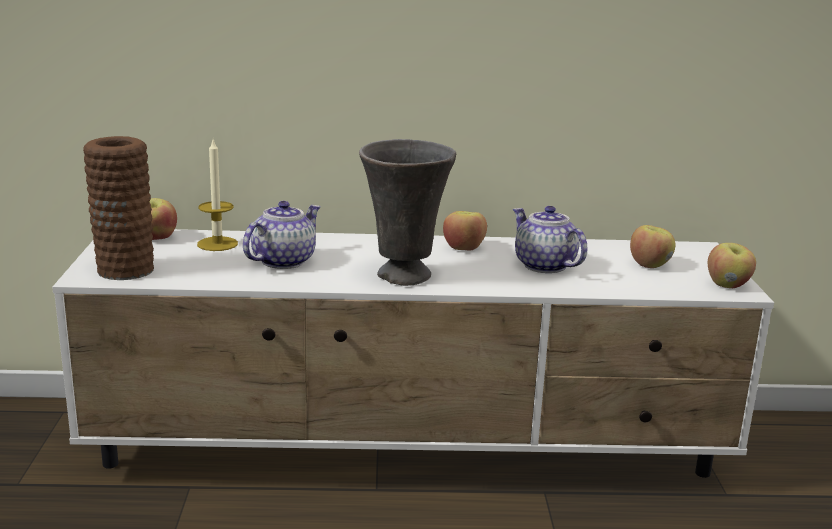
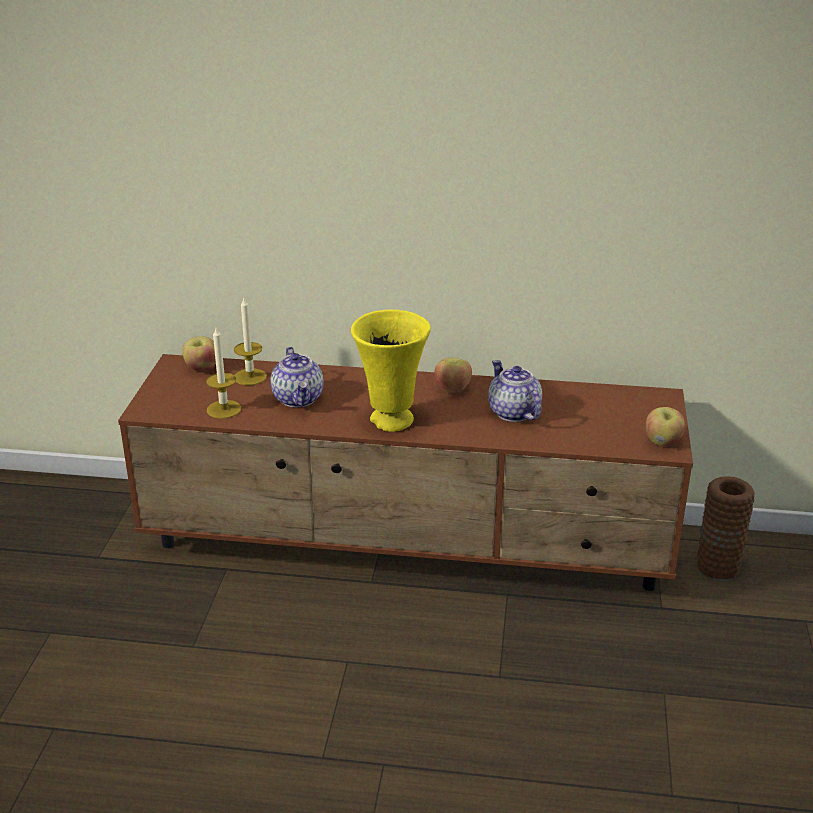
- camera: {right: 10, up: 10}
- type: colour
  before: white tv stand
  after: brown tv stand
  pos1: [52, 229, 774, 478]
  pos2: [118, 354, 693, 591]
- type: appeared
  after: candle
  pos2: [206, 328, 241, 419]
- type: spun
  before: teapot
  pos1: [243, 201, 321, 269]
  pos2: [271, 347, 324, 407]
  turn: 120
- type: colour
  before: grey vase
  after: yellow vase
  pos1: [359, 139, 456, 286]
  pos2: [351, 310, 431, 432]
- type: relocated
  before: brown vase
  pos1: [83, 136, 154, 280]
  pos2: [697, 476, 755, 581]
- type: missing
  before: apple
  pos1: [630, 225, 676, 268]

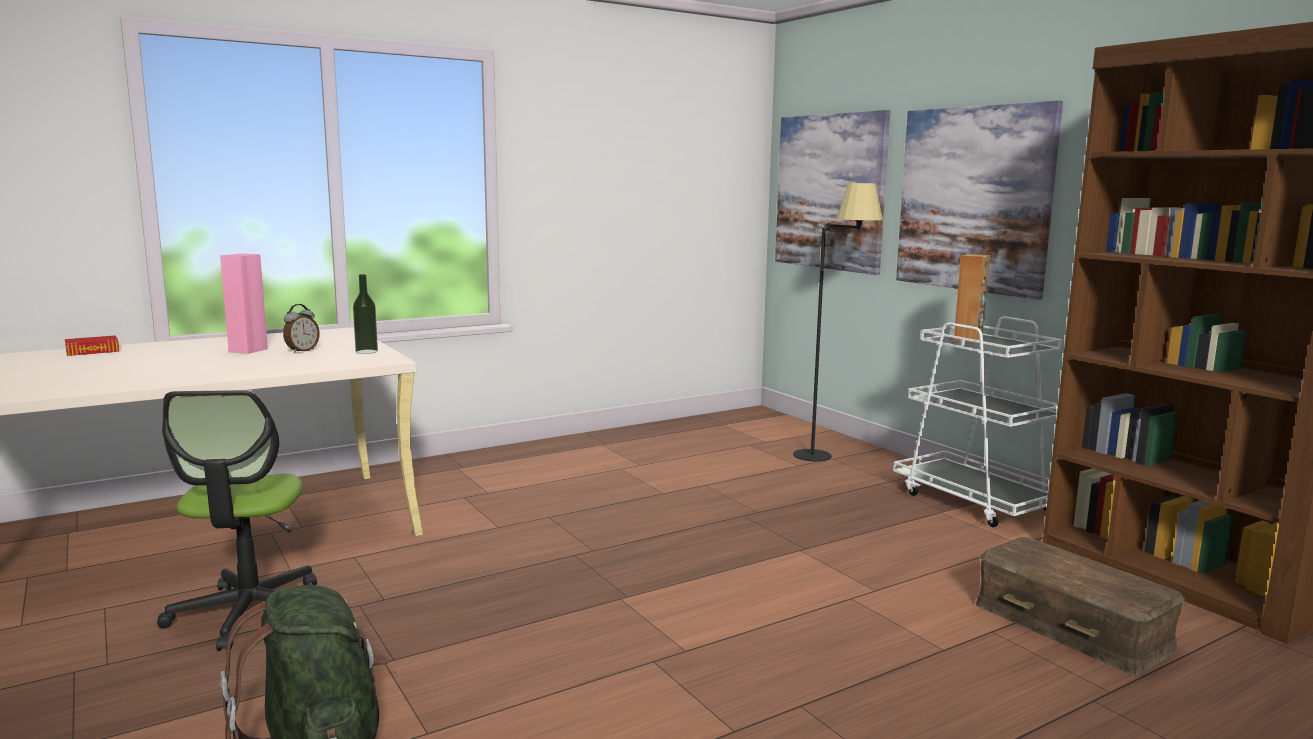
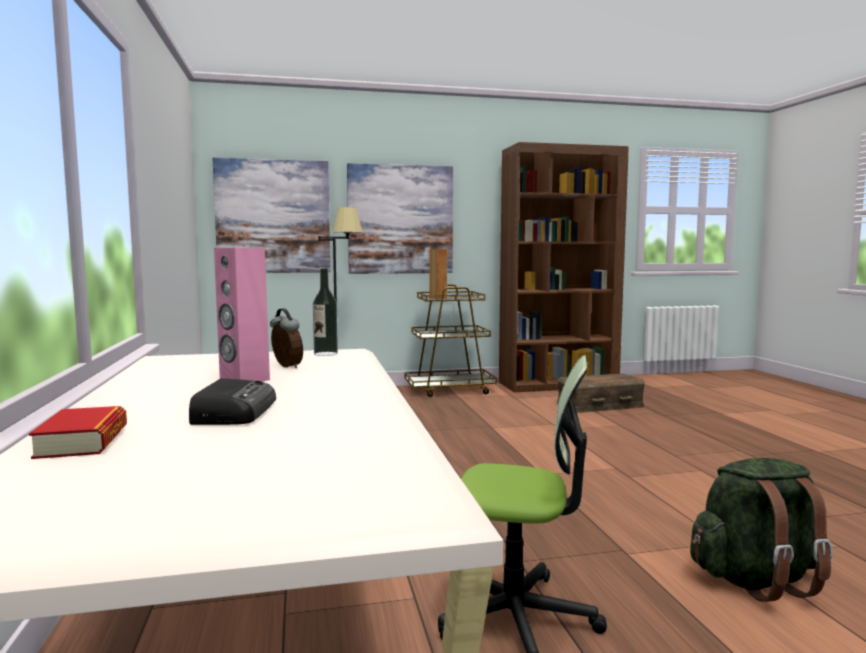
- camera: {right: -70, up: -5}
- type: appeared
  after: radio
  pos2: [189, 378, 276, 425]
- type: colour
  before: white cart
  after: brown cart
  pos1: [893, 316, 1062, 527]
  pos2: [405, 284, 497, 397]

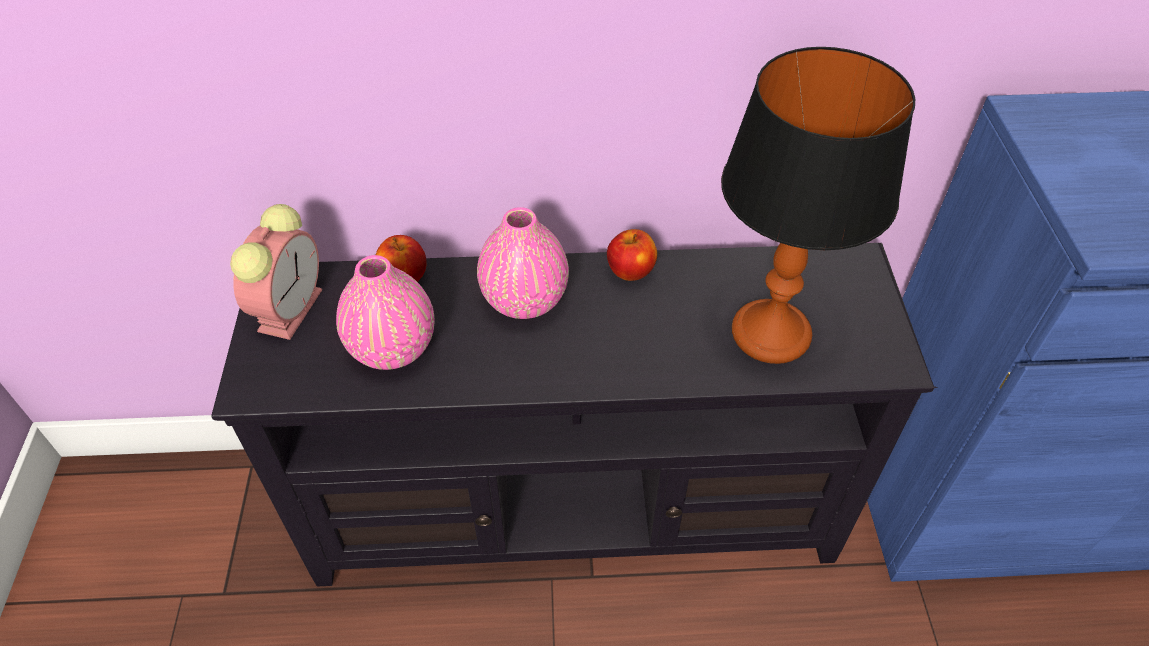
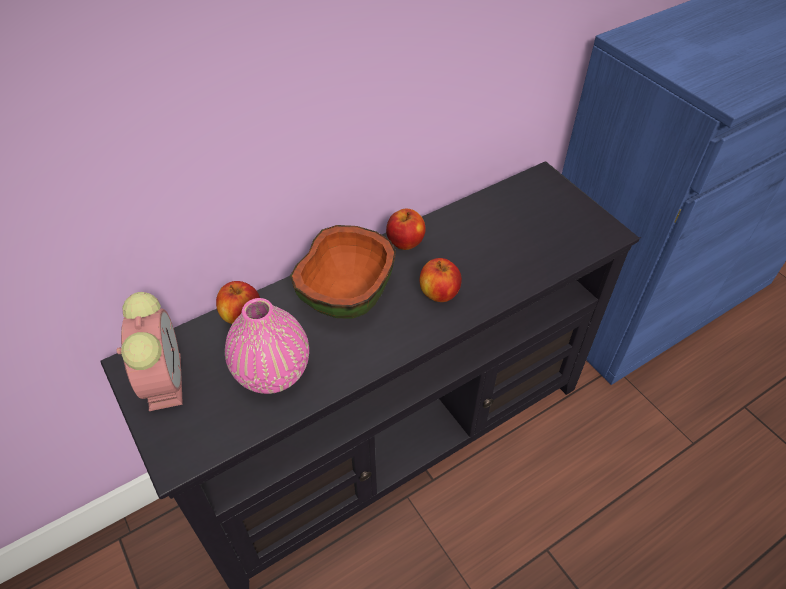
- camera: {right: -30, up: 0}
- type: exchanged
  before: pink vase
  after: bowl
  pos1: [477, 207, 569, 319]
  pos2: [290, 225, 396, 319]
- type: appeared
  after: apple
  pos2: [419, 258, 462, 302]
- type: missing
  before: table lamp
  pos1: [721, 47, 915, 364]

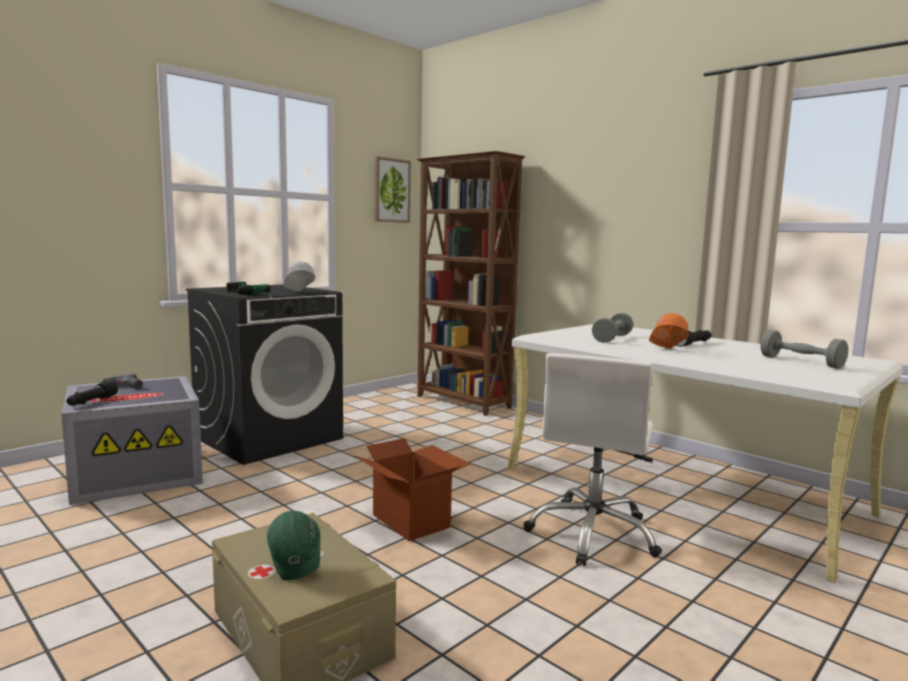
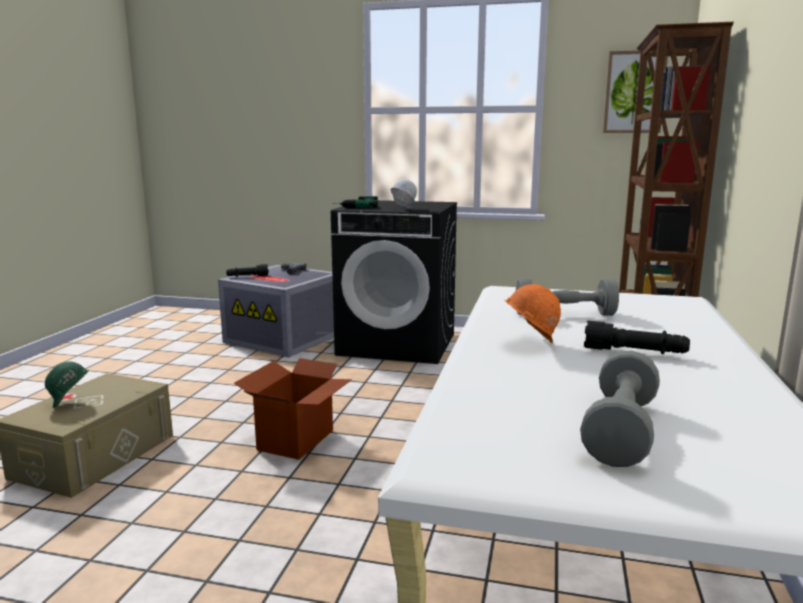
- camera: {right: 60, up: 5}
- type: missing
  before: white office chair
  pos1: [523, 353, 662, 566]

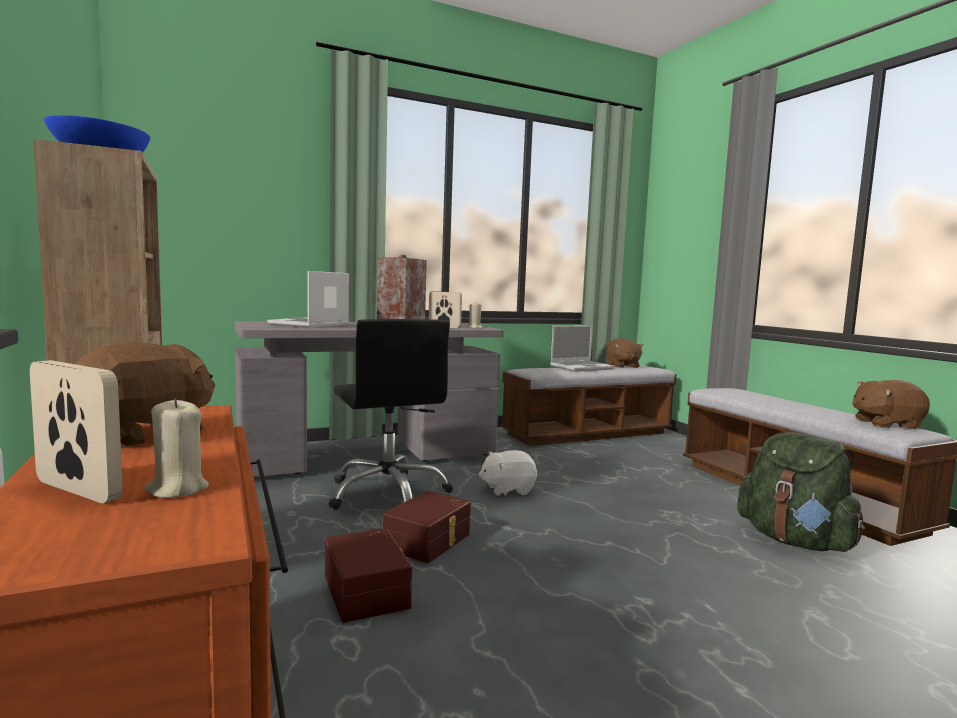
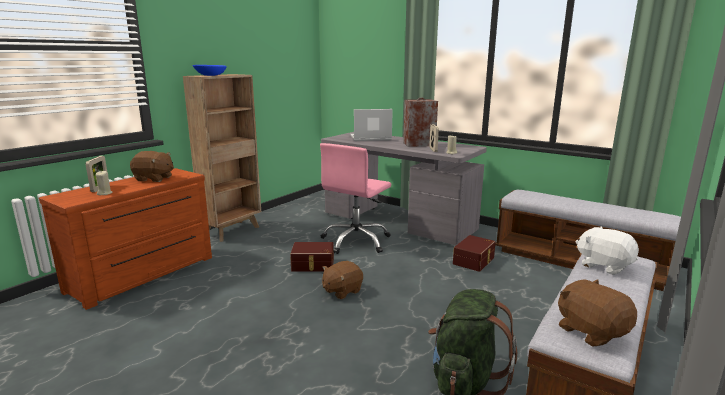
- camera: {right: 60, up: 10}
- type: colour
  before: black office chair
  after: pink office chair
  pos1: [329, 319, 453, 510]
  pos2: [320, 143, 391, 254]
- type: relocated
  before: brown plush toy
  pos1: [606, 338, 644, 368]
  pos2: [322, 261, 363, 299]
- type: relocated
  before: brown storage box
  pos1: [325, 528, 412, 623]
  pos2: [453, 235, 496, 272]
- type: relocated
  before: white plush toy
  pos1: [478, 450, 537, 496]
  pos2: [575, 226, 639, 275]
- type: missing
  before: laptop
  pos1: [550, 325, 615, 372]

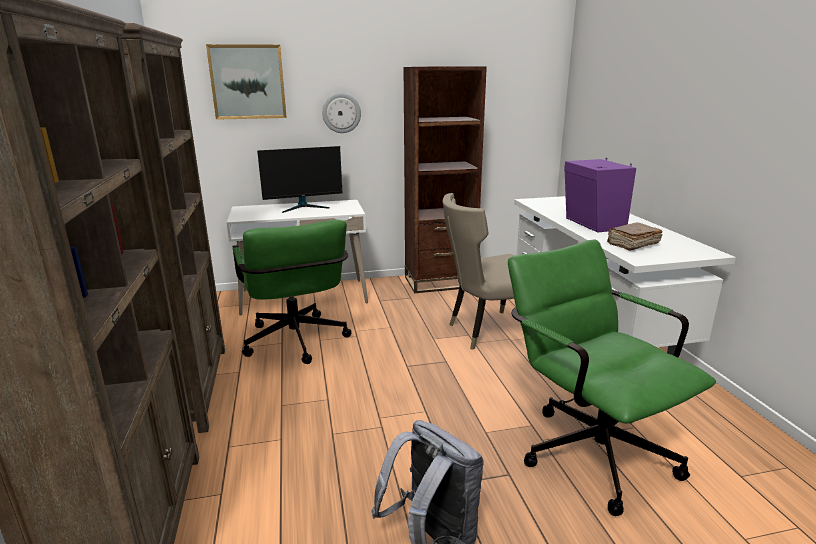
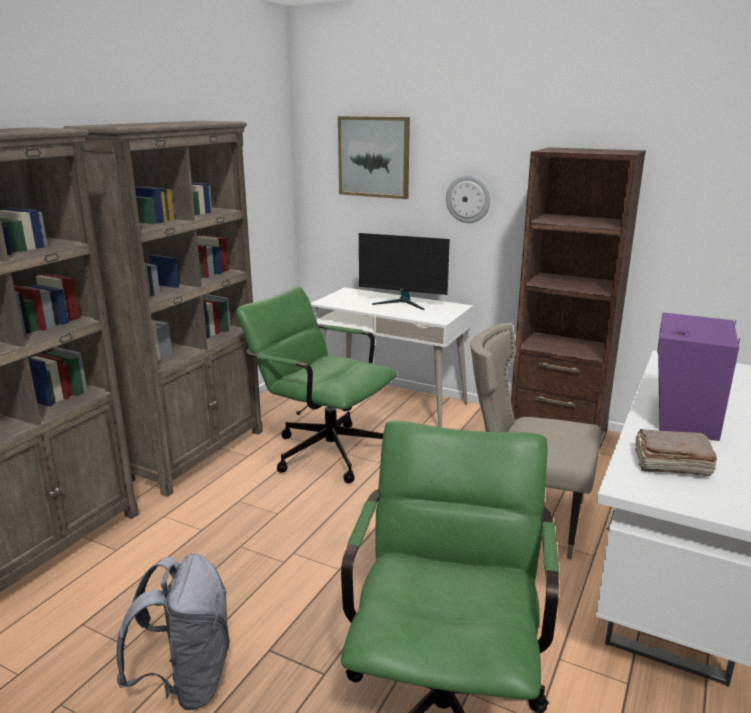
- camera: {right: 40, up: 0}
- type: spun
  before: green office chair
  pos1: [233, 220, 352, 364]
  pos2: [236, 286, 398, 483]
  turn: 105

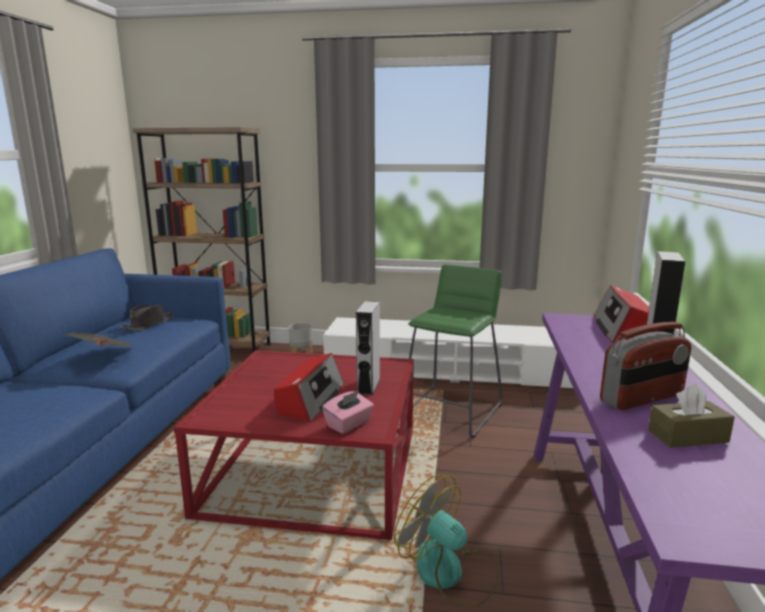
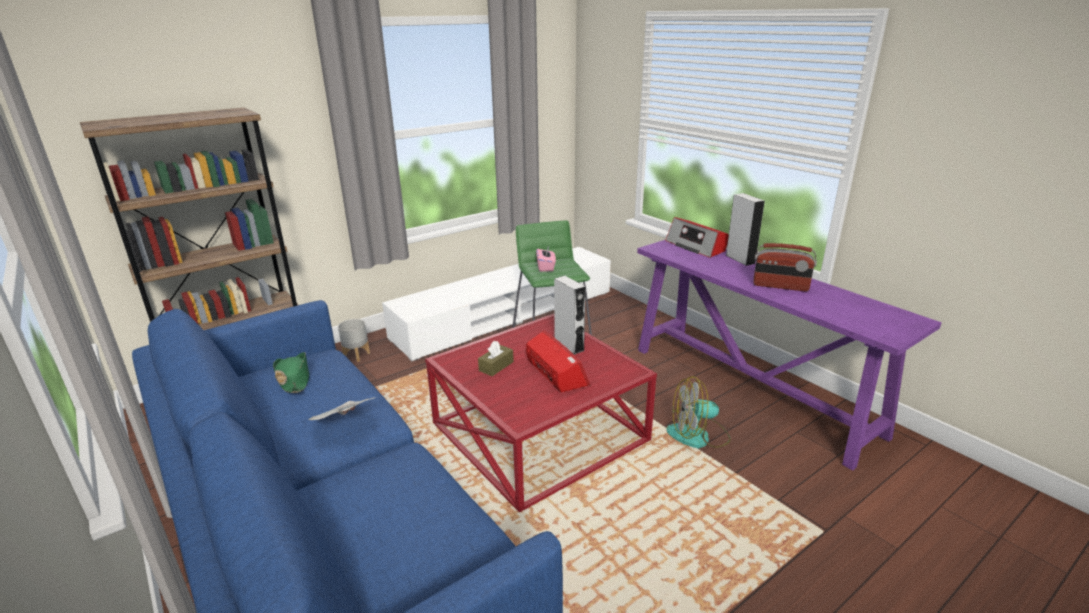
- camera: {right: -45, up: 10}
- type: colour
  before: black hat
  after: green hat
  pos1: [120, 305, 173, 331]
  pos2: [273, 352, 309, 393]
- type: relocated
  before: brown tissue box
  pos1: [648, 384, 735, 448]
  pos2: [478, 341, 514, 376]
- type: relocated
  before: pink tissue box
  pos1: [322, 390, 374, 434]
  pos2: [536, 245, 556, 272]
- type: spun
  before: radio
  pos1: [600, 322, 691, 410]
  pos2: [753, 243, 817, 291]
  turn: 90

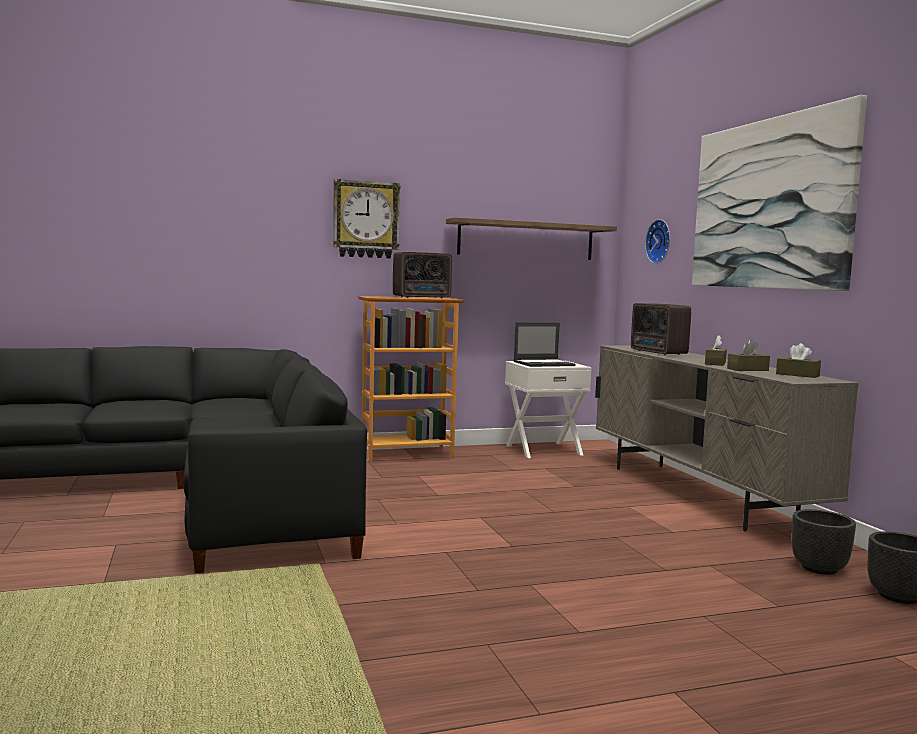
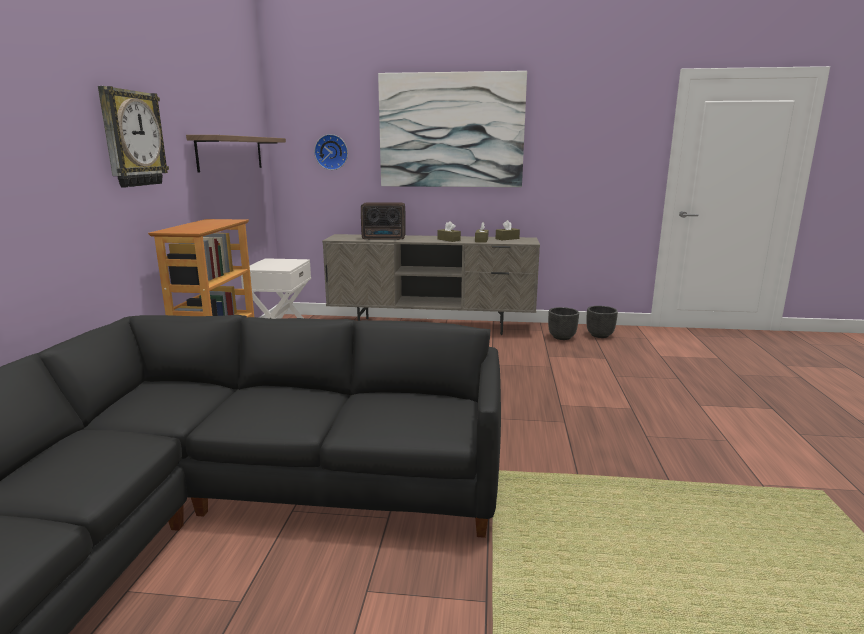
- camera: {right: -65, up: 10}
- type: missing
  before: radio
  pos1: [393, 252, 452, 298]
- type: missing
  before: laptop
  pos1: [513, 322, 576, 367]

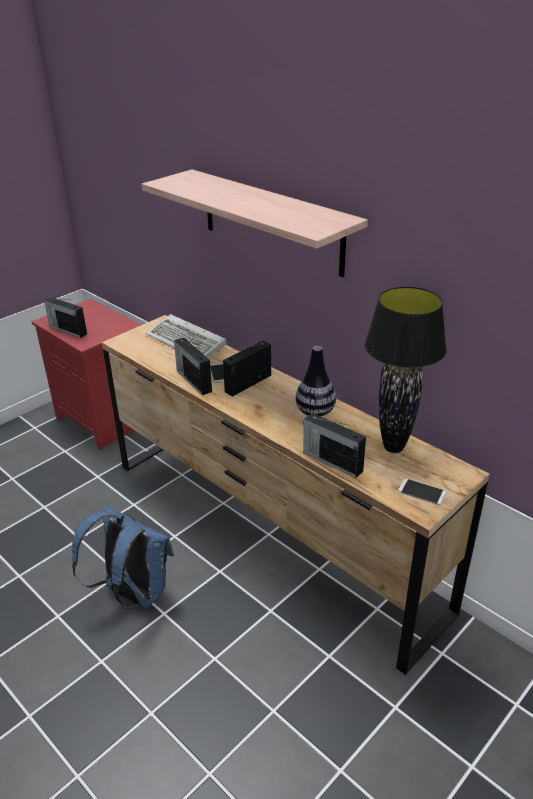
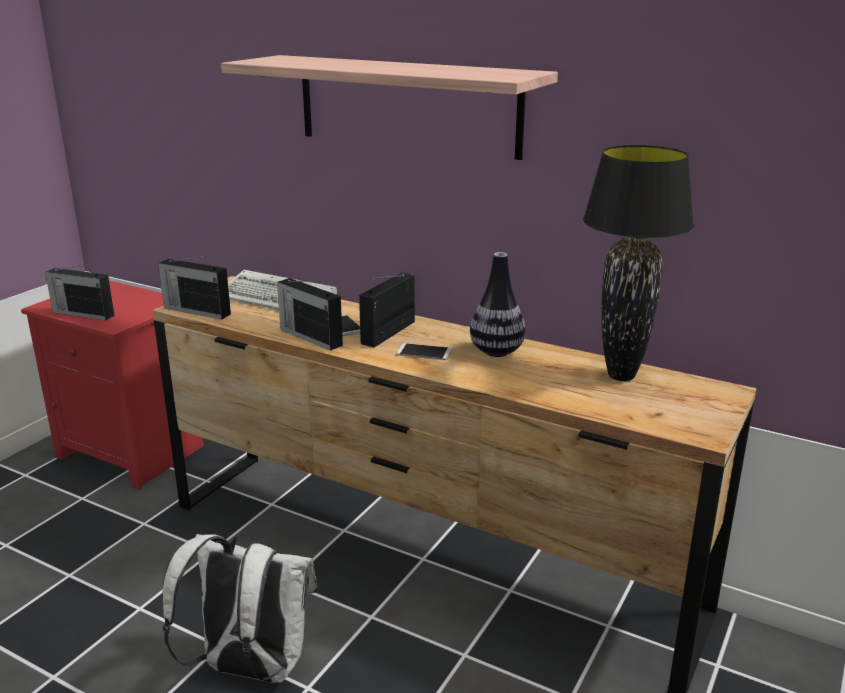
- camera: {right: -15, up: -10}
- type: relocated
  before: radio
  pos1: [303, 413, 366, 478]
  pos2: [158, 255, 231, 320]
- type: colour
  before: blue backpack
  after: white backpack
  pos1: [72, 506, 174, 608]
  pos2: [162, 534, 317, 683]
- type: relocated
  before: phone
  pos1: [398, 479, 447, 505]
  pos2: [396, 343, 452, 360]

